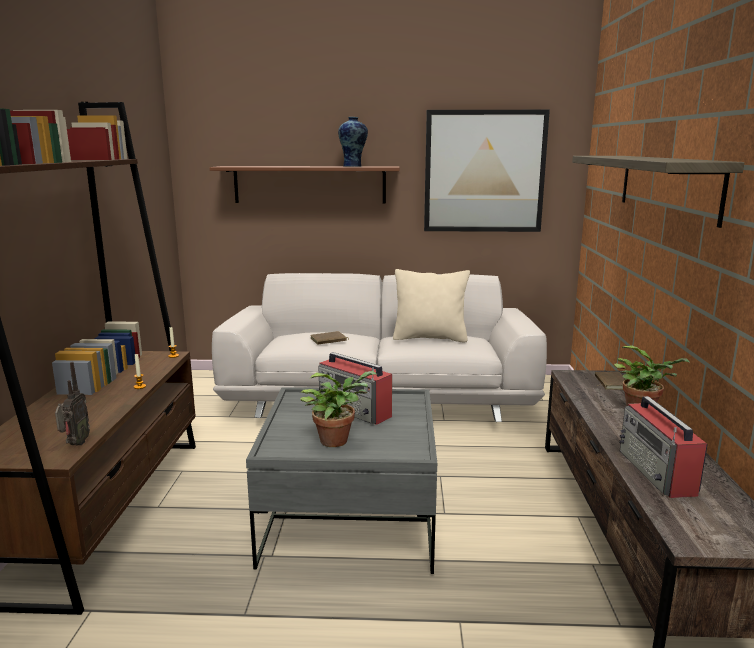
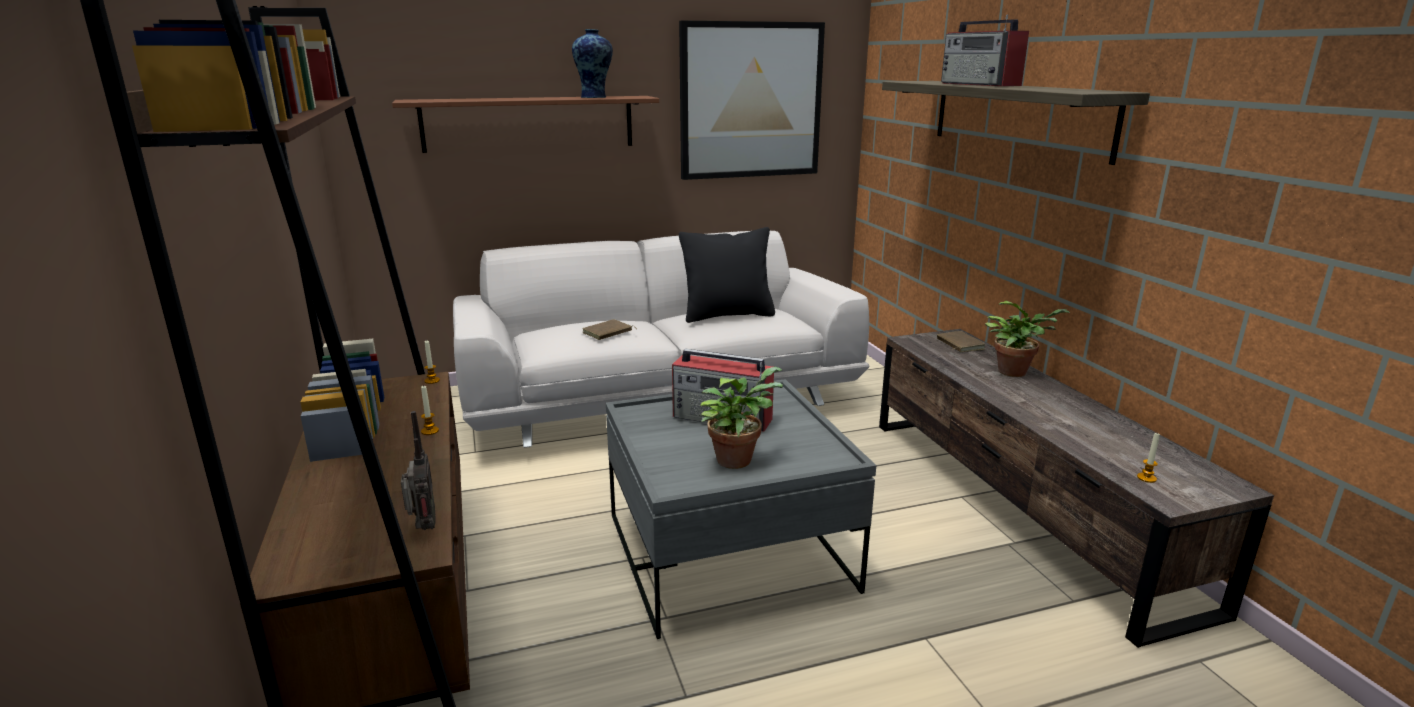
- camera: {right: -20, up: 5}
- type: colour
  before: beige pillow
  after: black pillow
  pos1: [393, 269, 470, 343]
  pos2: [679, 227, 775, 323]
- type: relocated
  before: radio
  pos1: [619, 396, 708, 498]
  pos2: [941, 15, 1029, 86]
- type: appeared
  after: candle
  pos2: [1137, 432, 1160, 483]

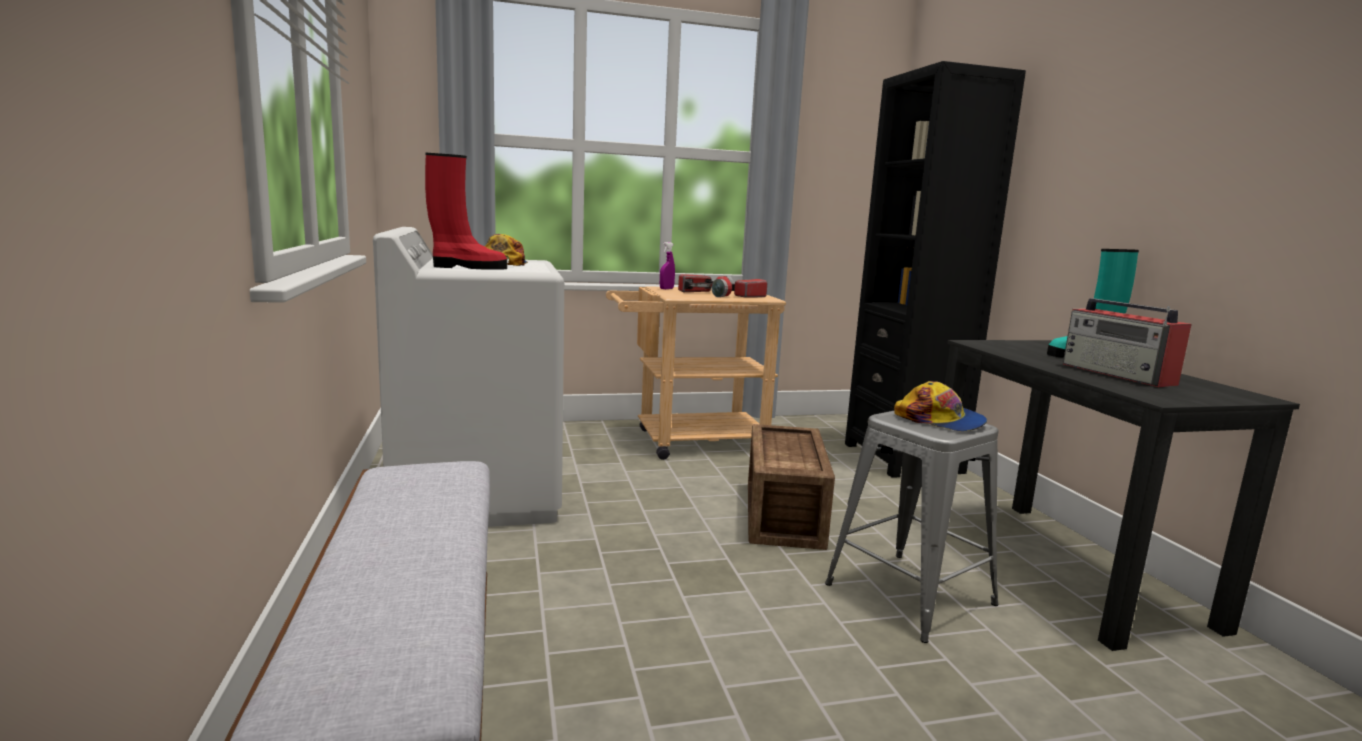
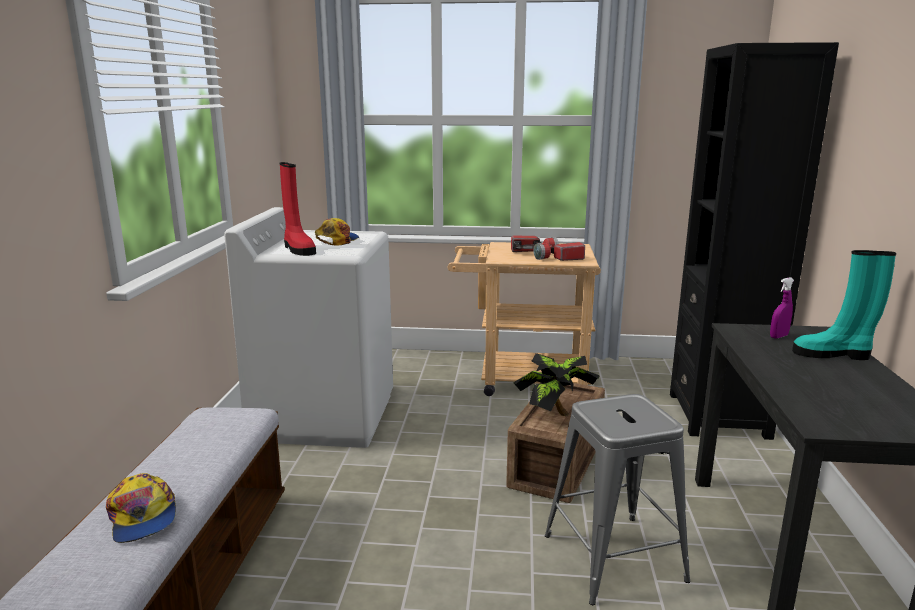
- camera: {right: 20, up: 5}
- type: relocated
  before: cap
  pos1: [894, 381, 987, 431]
  pos2: [106, 473, 176, 543]
- type: spun
  before: red boot
  pos1: [425, 153, 507, 270]
  pos2: [279, 162, 316, 256]
  turn: 45
- type: appeared
  after: potted plant
  pos2: [513, 353, 600, 416]
- type: relocated
  before: purple spray bottle
  pos1: [660, 242, 675, 289]
  pos2: [770, 277, 794, 339]
- type: missing
  before: radio
  pos1: [1063, 298, 1192, 387]

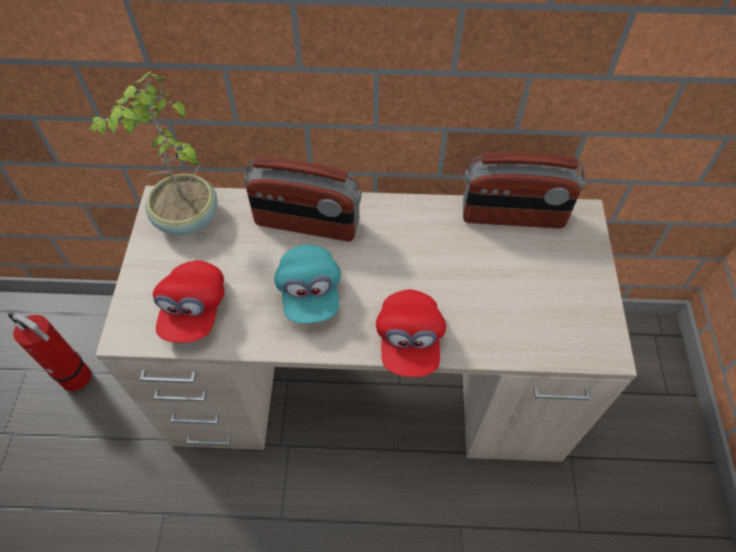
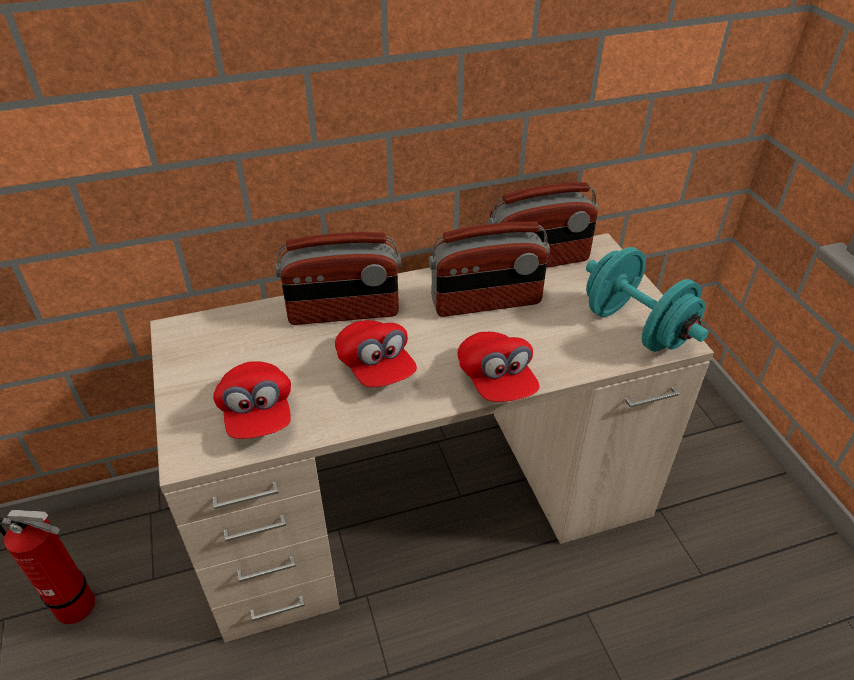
- camera: {right: -20, up: -15}
- type: colour
  before: turquoise cap
  after: red cap
  pos1: [274, 244, 341, 323]
  pos2: [335, 320, 417, 387]
- type: appeared
  after: radio
  pos2: [429, 222, 550, 317]
- type: appeared
  after: turquoise dumbbell
  pos2: [586, 247, 709, 352]
- type: missing
  before: potted plant
  pos1: [89, 71, 217, 235]

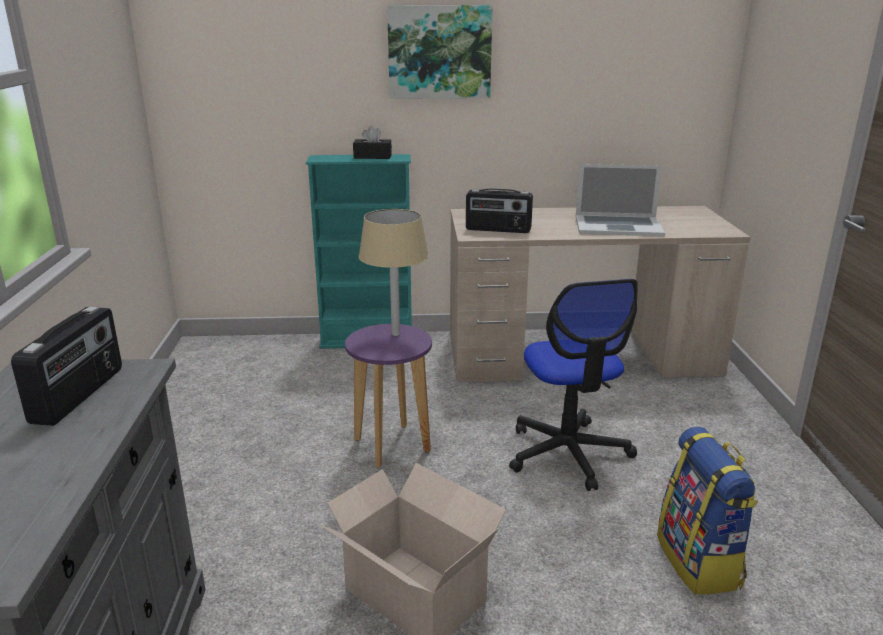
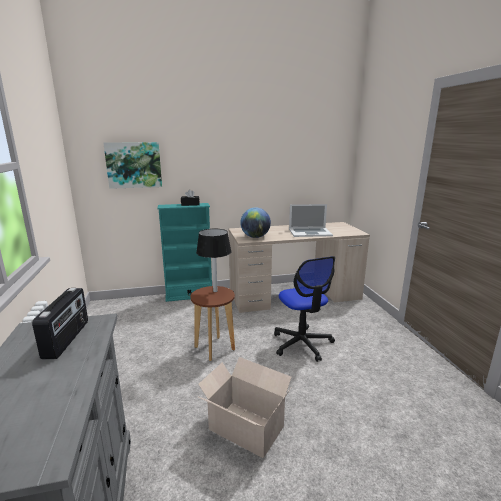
- camera: {right: -10, up: -5}
- type: relocated
  before: picture
  pos1: [387, 5, 493, 99]
  pos2: [103, 142, 162, 189]
- type: colour
  before: purple stool
  after: brown stool
  pos1: [345, 324, 432, 468]
  pos2: [191, 286, 235, 361]
- type: colour
  before: beige table lamp
  after: black table lamp
  pos1: [359, 209, 429, 336]
  pos2: [196, 229, 232, 292]
- type: exchanged
  before: radio
  after: globe
  pos1: [466, 188, 533, 233]
  pos2: [240, 207, 271, 238]
- type: missing
  before: backpack
  pos1: [657, 427, 758, 595]

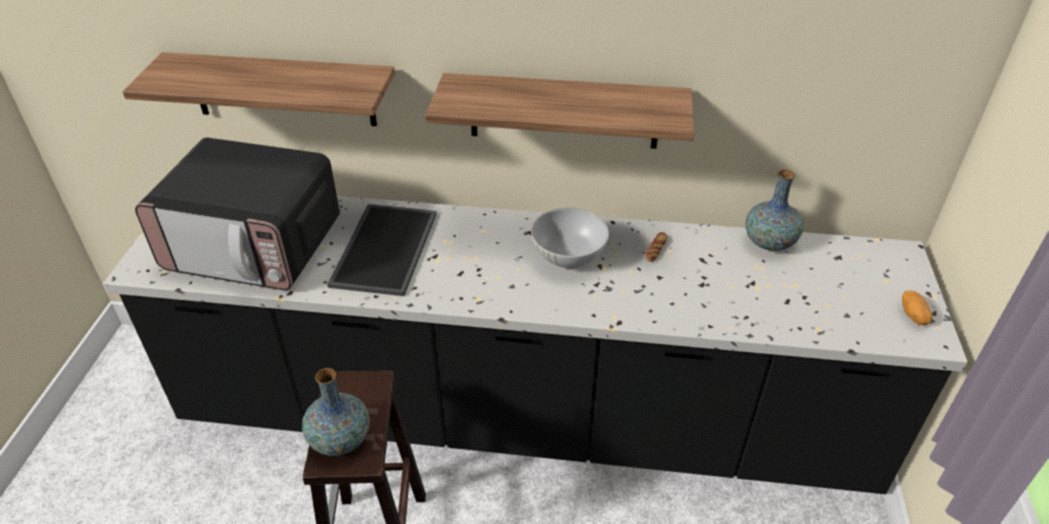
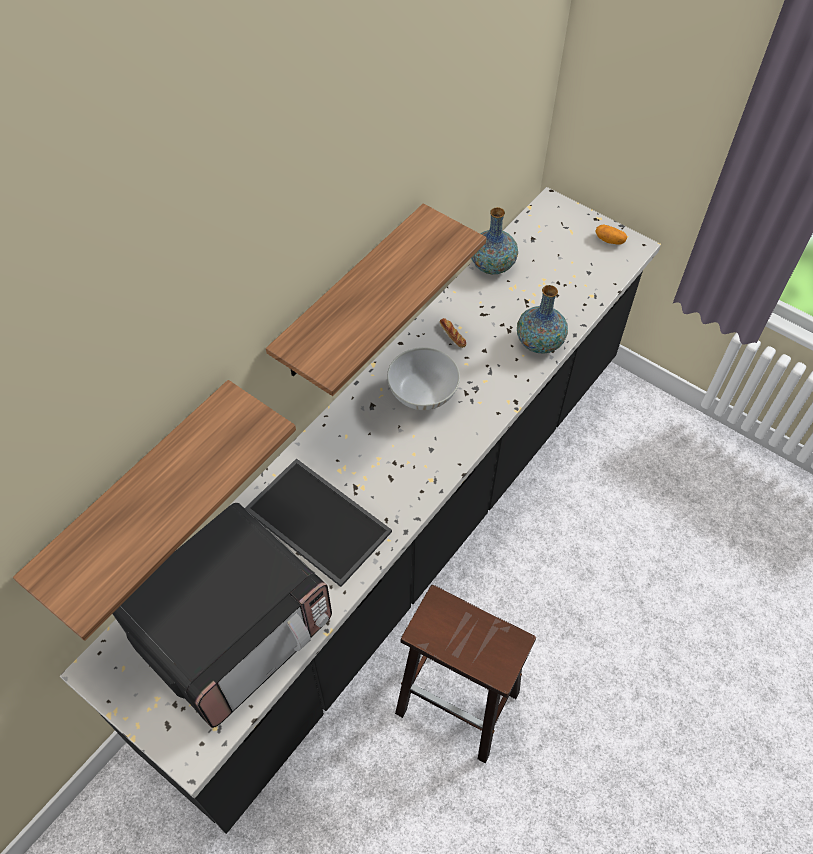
- camera: {right: -60, up: 15}
- type: relocated
  before: vase
  pos1: [302, 368, 370, 456]
  pos2: [517, 285, 568, 354]

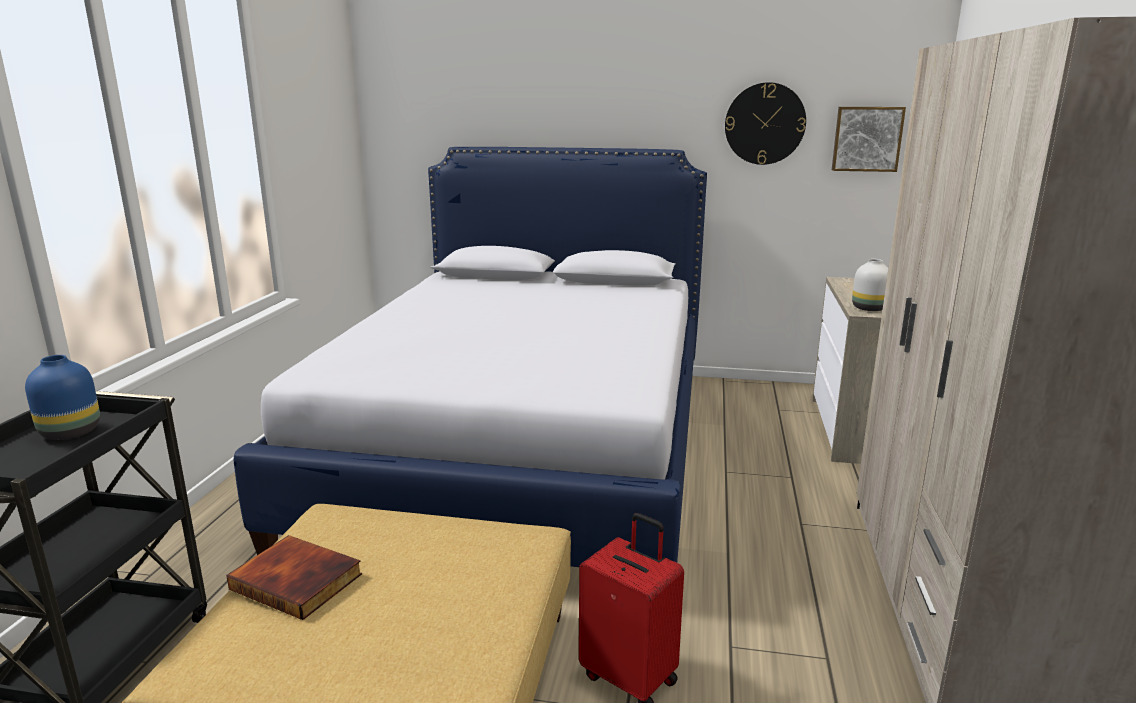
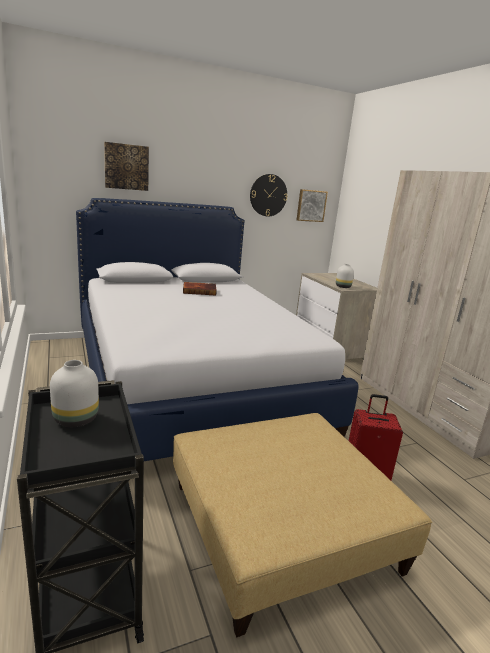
- camera: {right: -35, up: 0}
- type: colour
  before: blue vase
  after: white vase
  pos1: [25, 355, 100, 440]
  pos2: [50, 360, 99, 427]
- type: appeared
  after: picture
  pos2: [104, 142, 149, 191]
- type: relocated
  before: book
  pos1: [226, 535, 362, 620]
  pos2: [183, 282, 217, 295]

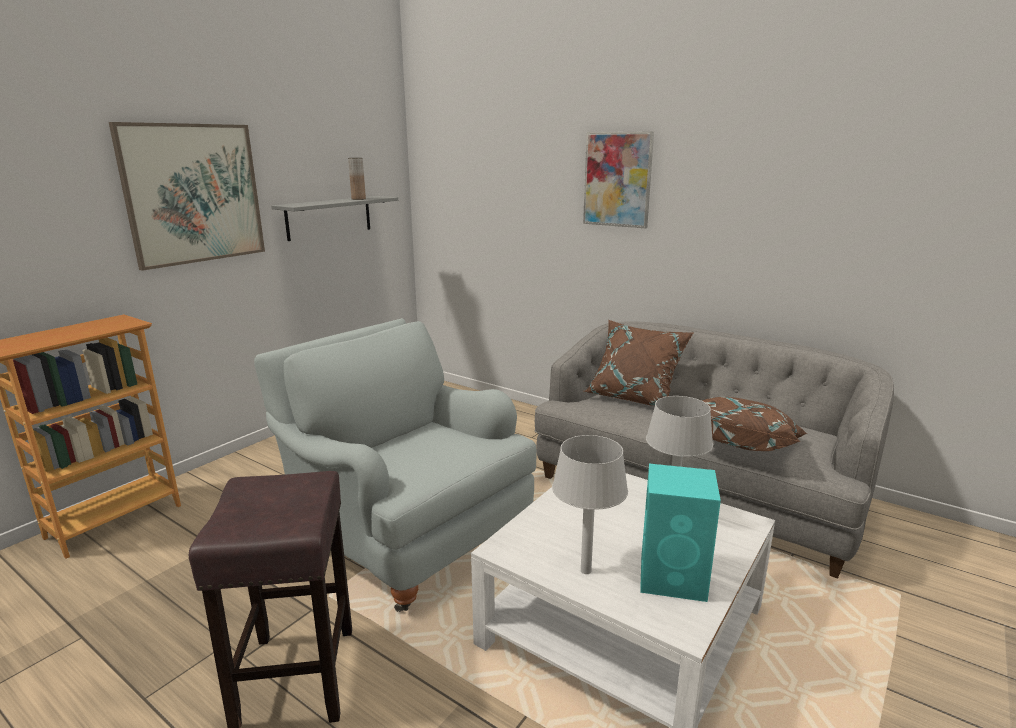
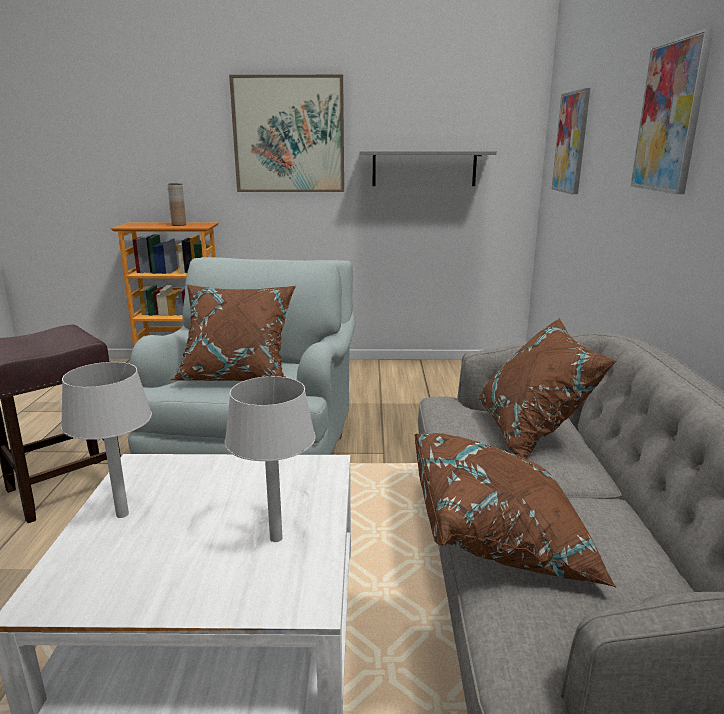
- camera: {right: 55, up: 0}
- type: relocated
  before: brown vase
  pos1: [348, 158, 366, 200]
  pos2: [167, 183, 186, 226]
- type: appeared
  after: brown pillow
  pos2: [170, 284, 296, 381]
- type: appeared
  after: picture
  pos2: [552, 88, 590, 195]
- type: missing
  before: turquoise speaker
  pos1: [640, 464, 721, 602]

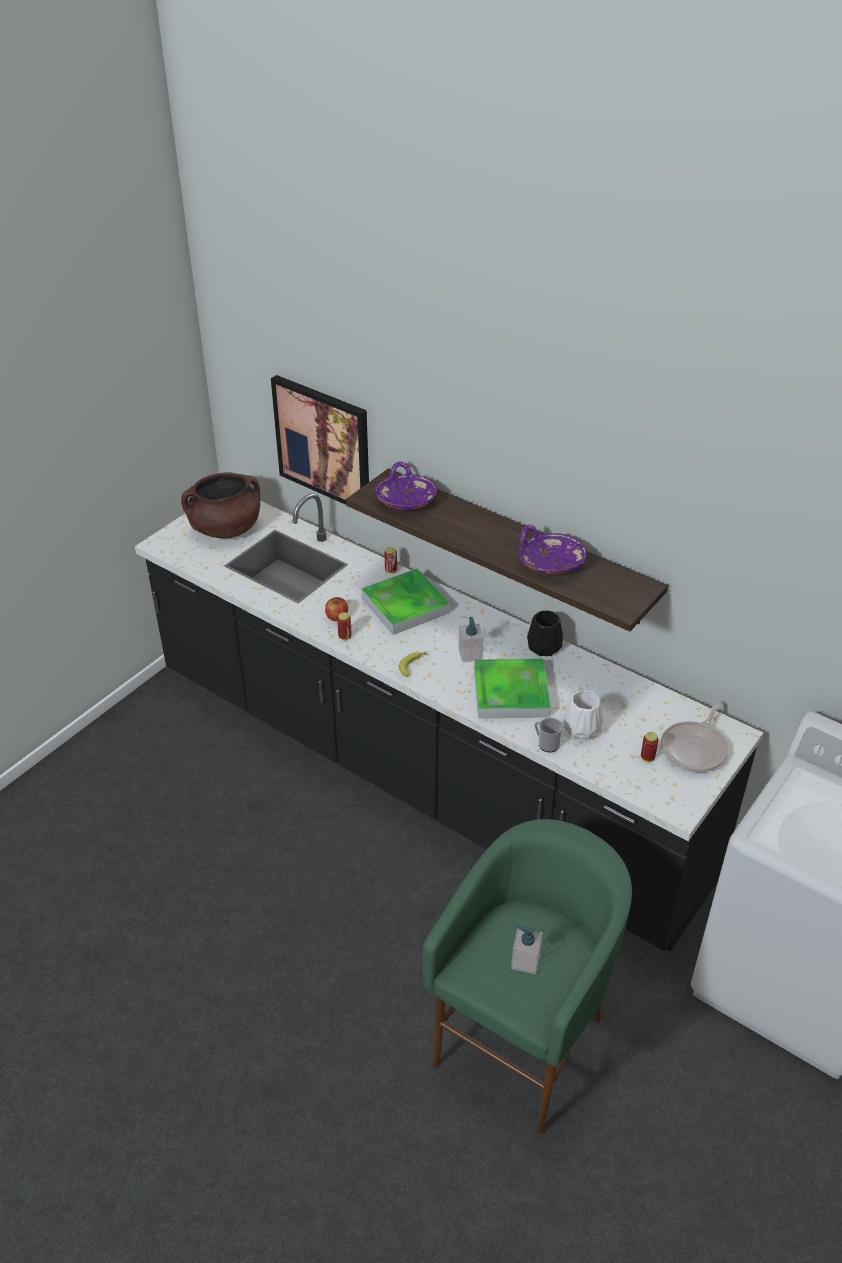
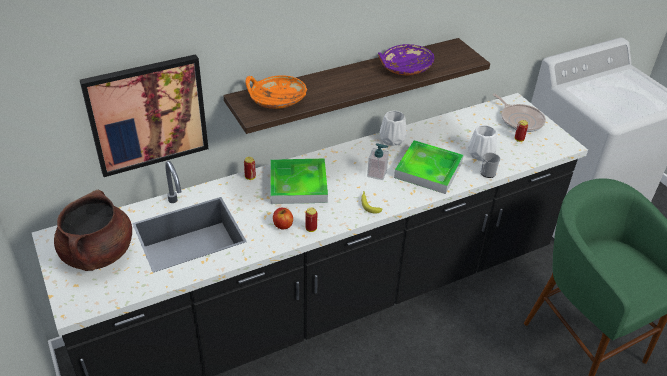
- camera: {right: -65, up: 0}
- type: colour
  before: purple bowl
  after: orange bowl
  pos1: [374, 461, 437, 510]
  pos2: [246, 75, 307, 109]
- type: colour
  before: black vase
  after: white vase
  pos1: [527, 611, 563, 656]
  pos2: [379, 111, 407, 146]
- type: missing
  before: soap dispenser
  pos1: [511, 925, 543, 974]

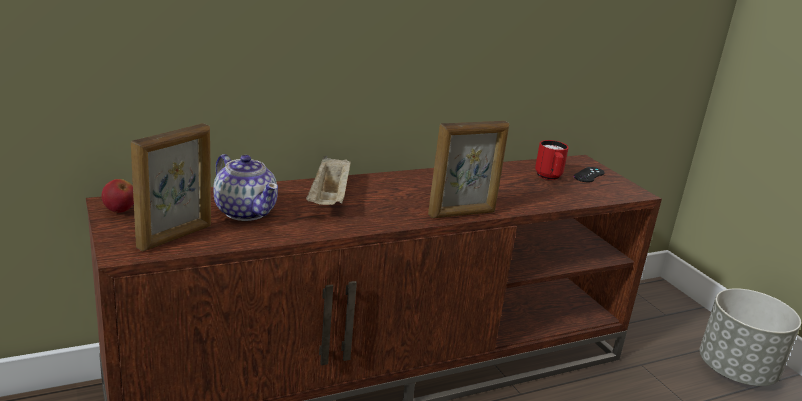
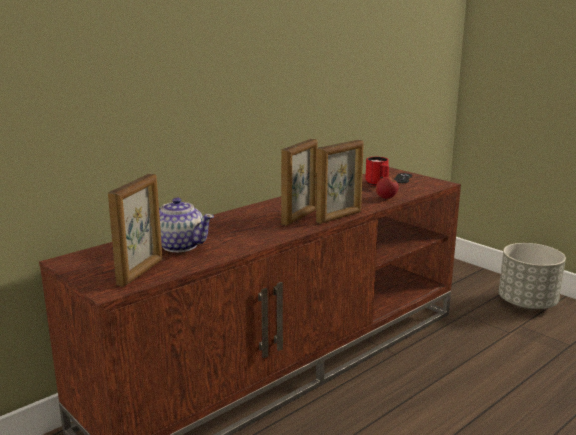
- camera: {right: -15, up: -5}
- type: appeared
  after: picture frame
  pos2: [281, 139, 317, 226]
- type: relocated
  before: apple
  pos1: [102, 179, 134, 213]
  pos2: [376, 177, 399, 199]
- type: missing
  before: beige tray
  pos1: [306, 156, 351, 205]

